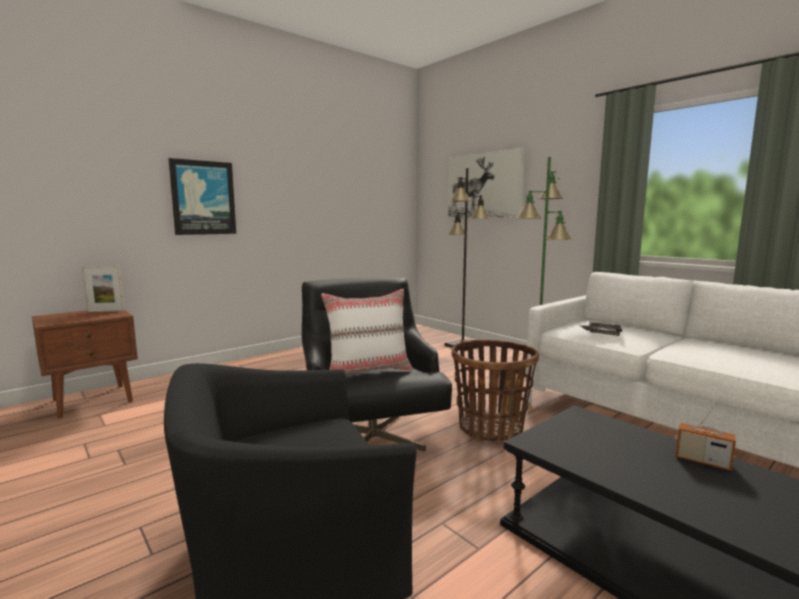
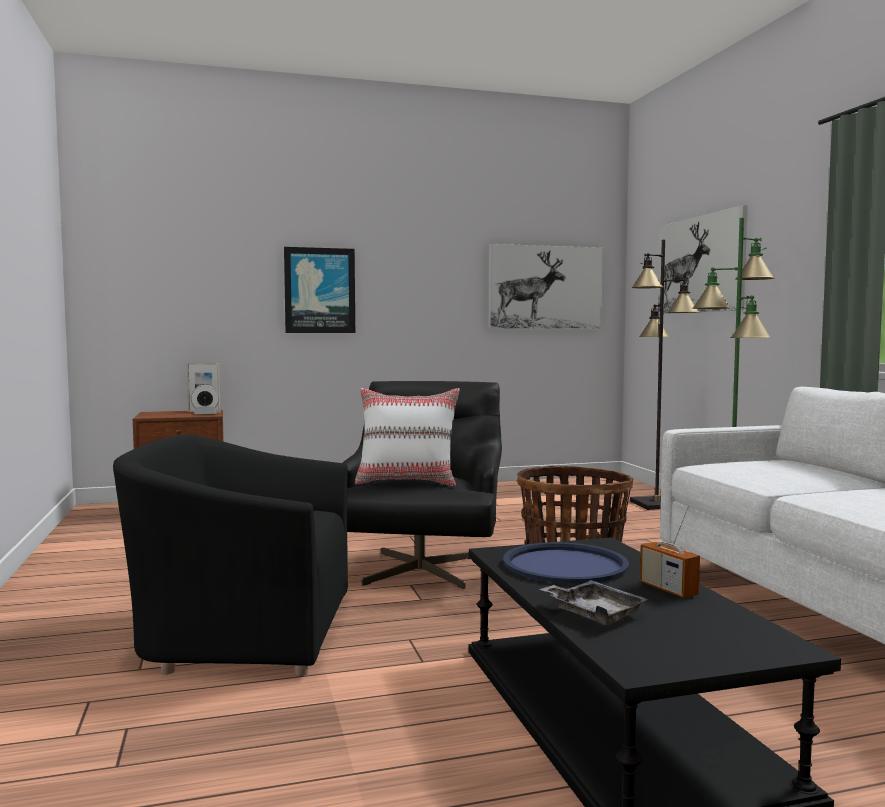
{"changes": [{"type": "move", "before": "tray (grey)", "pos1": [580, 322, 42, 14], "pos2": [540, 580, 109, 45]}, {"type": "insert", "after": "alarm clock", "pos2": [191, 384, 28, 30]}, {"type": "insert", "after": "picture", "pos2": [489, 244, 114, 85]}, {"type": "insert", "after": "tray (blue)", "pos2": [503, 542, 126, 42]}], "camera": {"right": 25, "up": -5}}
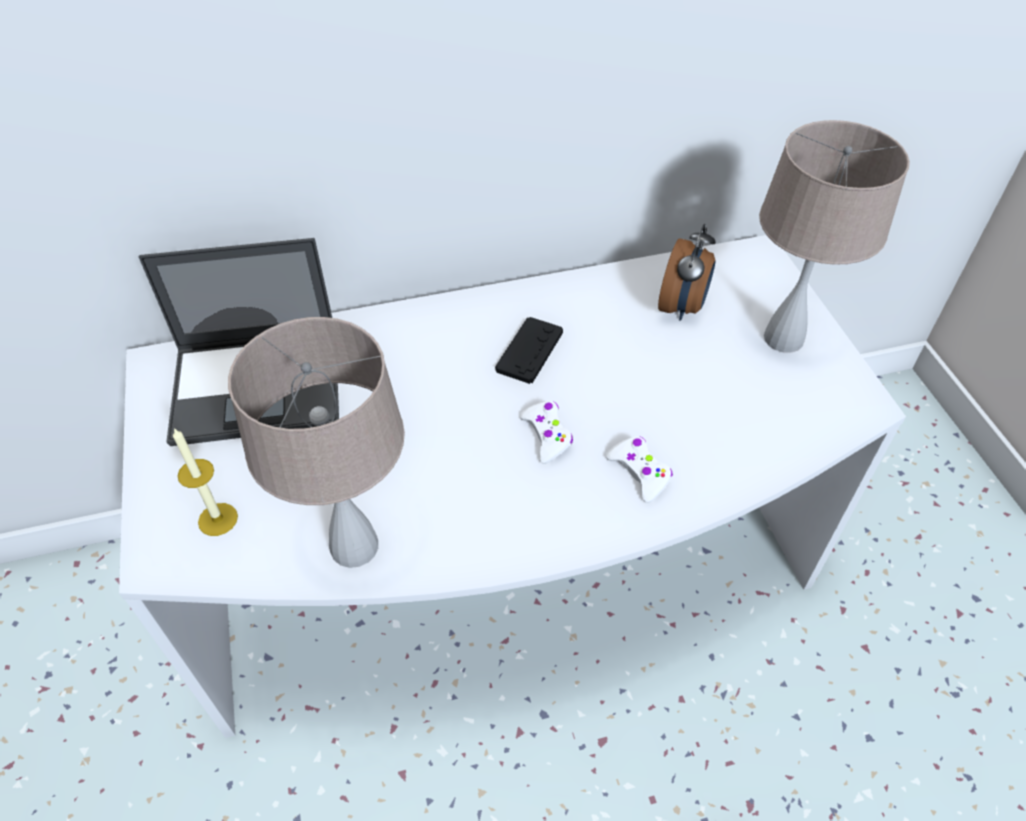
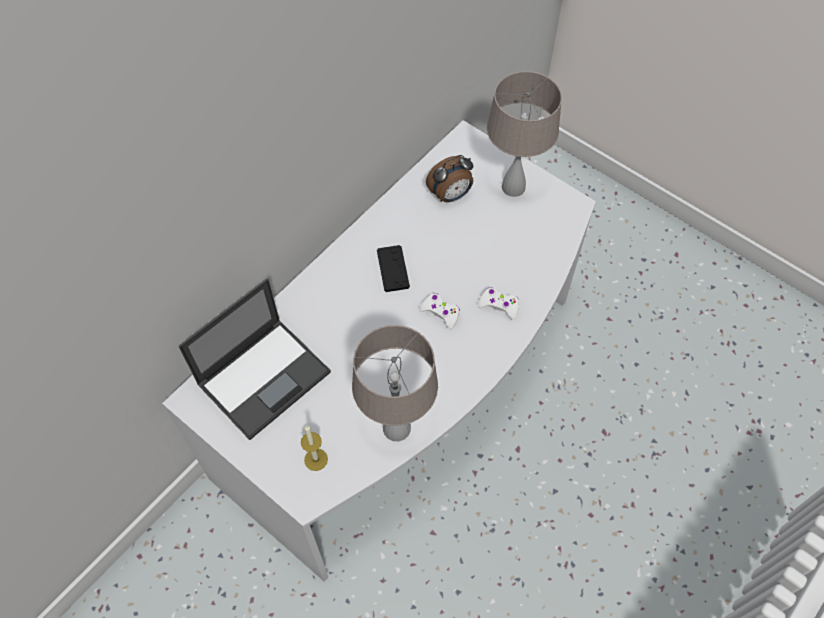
{"changes": [{"type": "rotate", "before": "alarm clock", "pos1": [658, 224, 58, 97], "pos2": [426, 155, 47, 47], "turn": 75}], "camera": {"right": -35, "up": 10}}
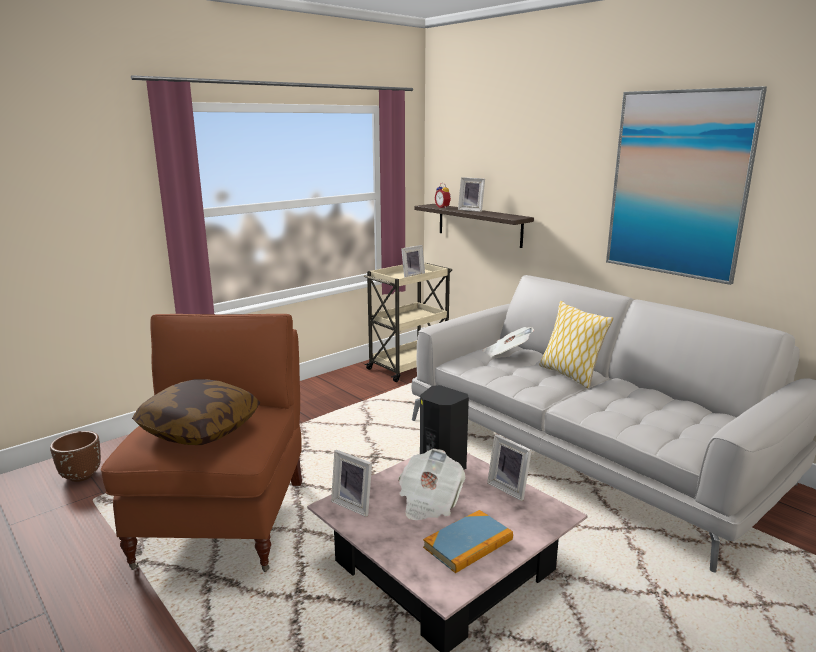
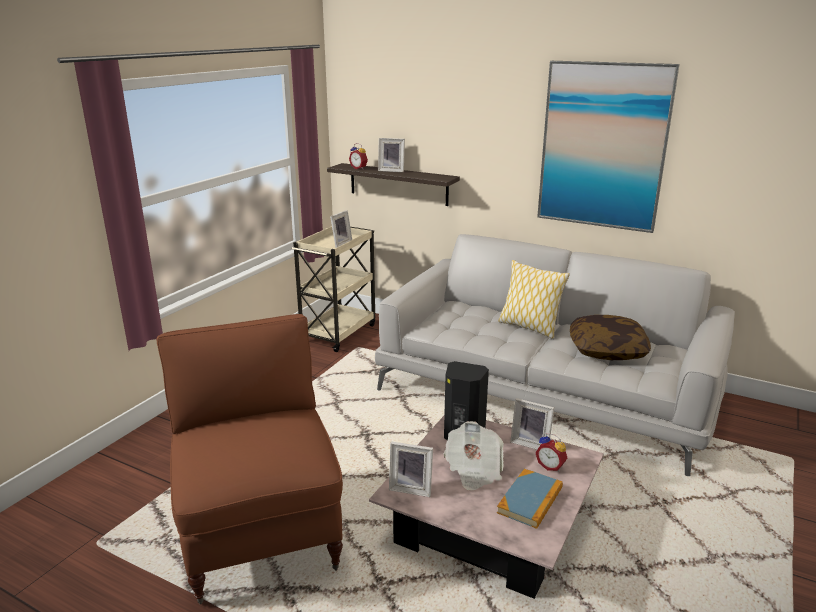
{"changes": [{"type": "delete", "before": "planter (brown)", "pos1": [50, 431, 51, 51]}, {"type": "move", "before": "pillow", "pos1": [132, 379, 128, 66], "pos2": [570, 315, 81, 45]}, {"type": "delete", "before": "newspaper", "pos1": [483, 327, 51, 30]}, {"type": "insert", "after": "alarm clock", "pos2": [535, 433, 32, 38]}], "camera": {"right": -20, "up": 5}}
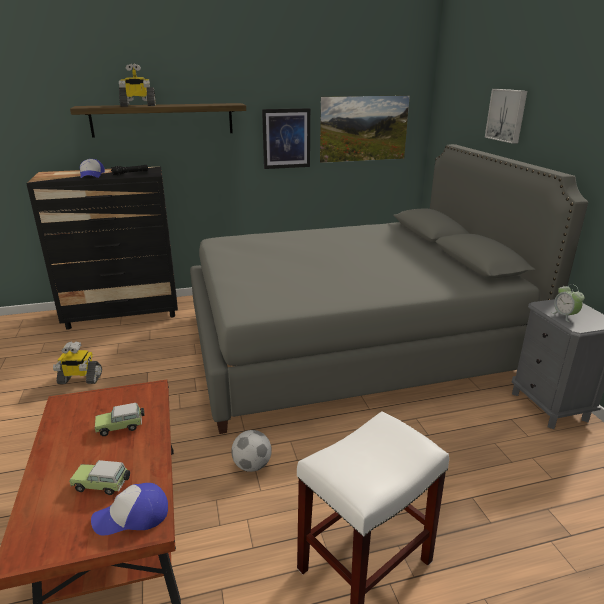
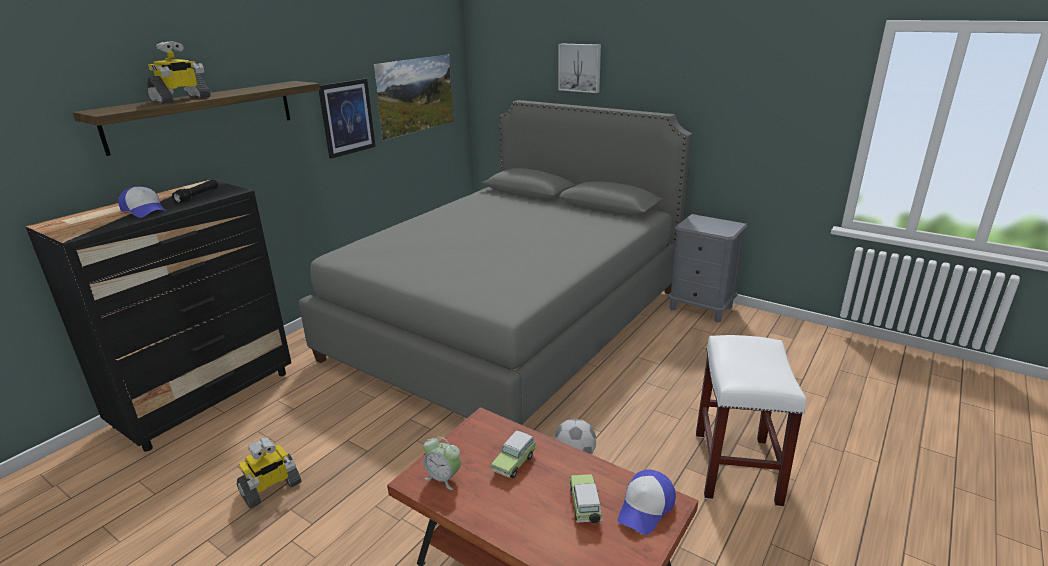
{"changes": [{"type": "rotate", "before": "toy car", "pos1": [69, 460, 61, 35], "pos2": [570, 474, 33, 49], "turn": 120}, {"type": "move", "before": "alarm clock", "pos1": [551, 284, 34, 38], "pos2": [423, 436, 38, 54]}], "camera": {"right": -40, "up": 0}}
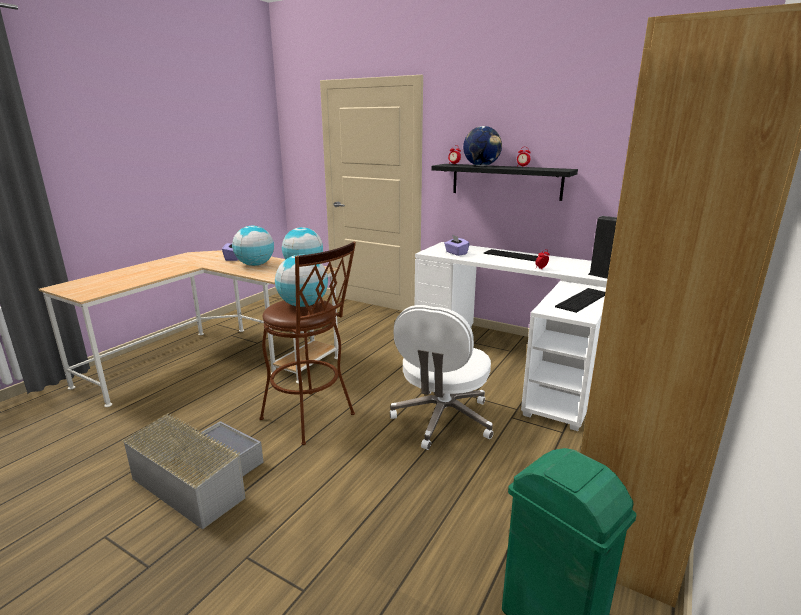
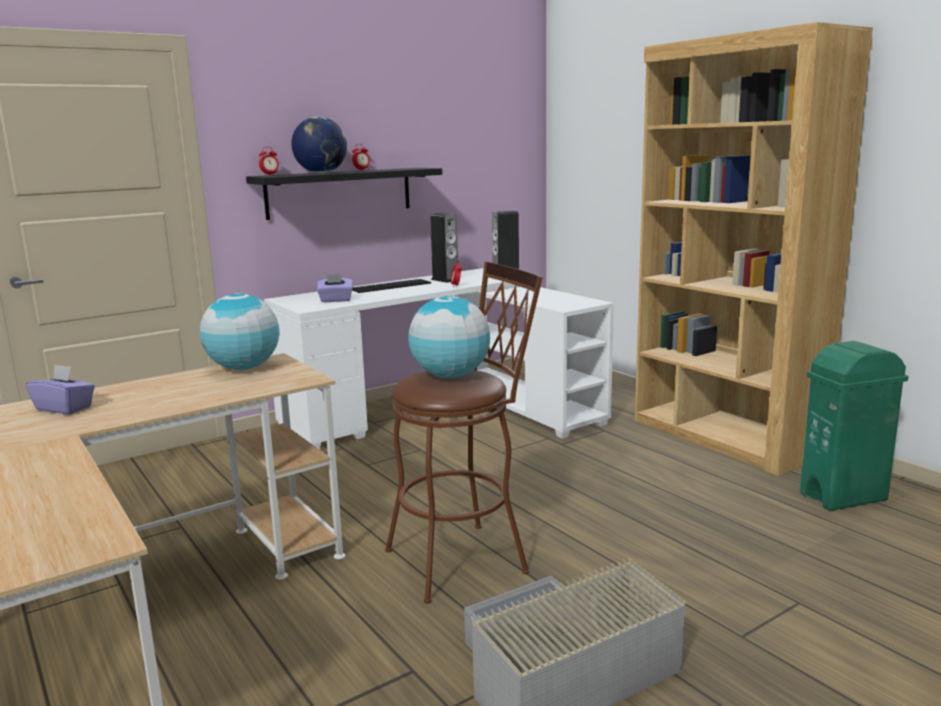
{"changes": [{"type": "delete", "before": "globe", "pos1": [232, 226, 42, 40]}, {"type": "delete", "before": "office chair (white)", "pos1": [390, 305, 103, 145]}, {"type": "delete", "before": "keyboard", "pos1": [555, 288, 50, 25]}, {"type": "insert", "after": "speaker", "pos2": [430, 213, 28, 70]}], "camera": {"right": -65, "up": -5}}
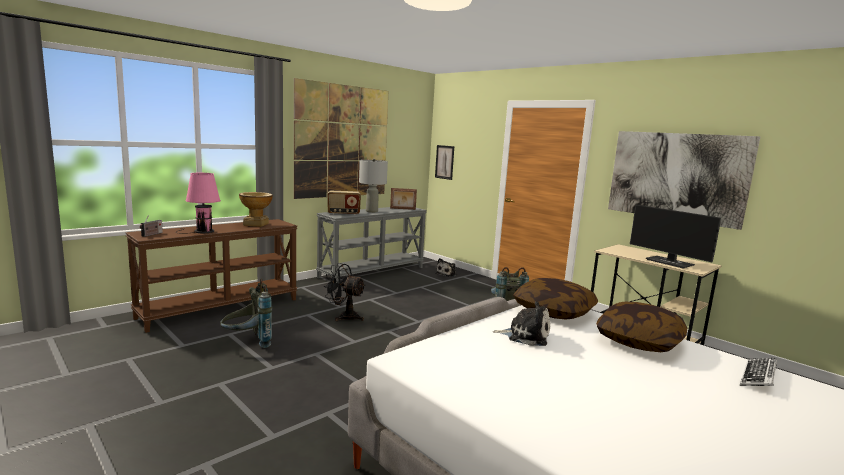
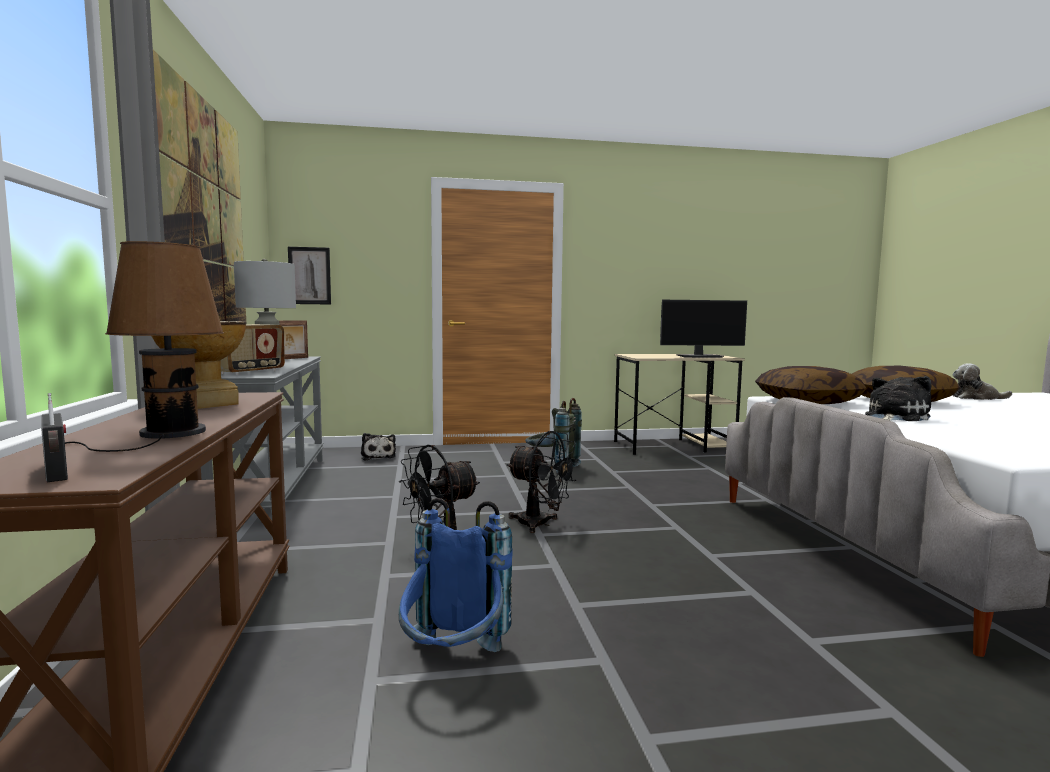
{"changes": [{"type": "recolor", "before": "table lamp (pink)", "after": "table lamp (brown)", "pos1": [176, 173, 45, 61], "pos2": [65, 241, 159, 211]}, {"type": "recolor", "before": "backpack (grey)", "after": "backpack (blue)", "pos1": [220, 279, 52, 69], "pos2": [399, 498, 113, 154]}, {"type": "delete", "before": "picture", "pos1": [608, 131, 153, 99]}, {"type": "replace", "before": "keyboard", "after": "plush toy", "pos1": [740, 358, 37, 28], "pos2": [952, 363, 60, 37]}, {"type": "insert", "after": "fan (black)", "pos2": [507, 431, 72, 102]}], "camera": {"right": -55, "up": -5}}
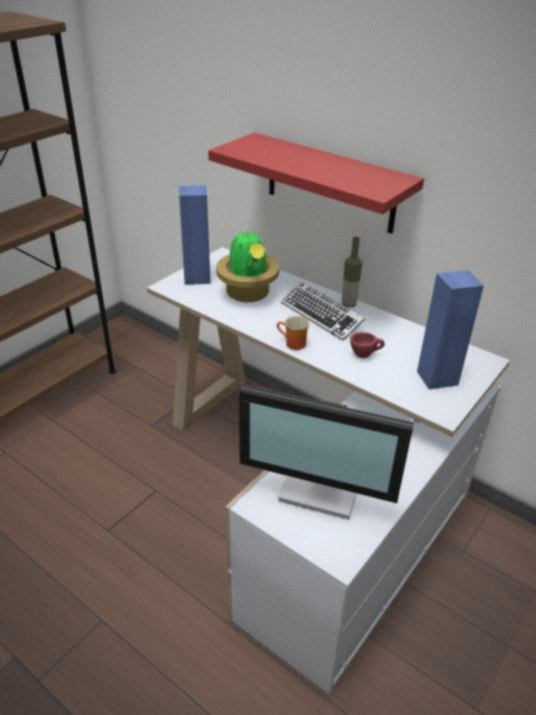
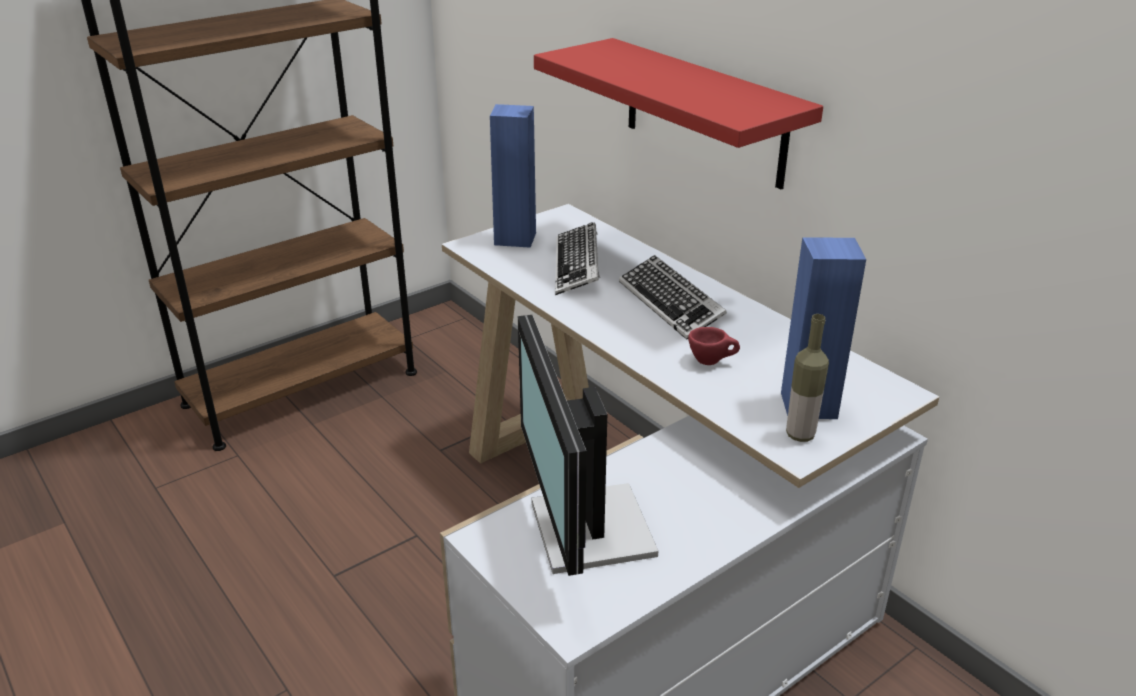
{"changes": [{"type": "replace", "before": "potted plant", "after": "keyboard", "pos1": [216, 226, 63, 76], "pos2": [555, 222, 45, 73]}, {"type": "rotate", "before": "monitor", "pos1": [239, 385, 175, 135], "pos2": [518, 315, 140, 261], "turn": 45}, {"type": "delete", "before": "mug", "pos1": [277, 316, 33, 34]}, {"type": "move", "before": "bottle", "pos1": [342, 237, 20, 70], "pos2": [786, 314, 43, 128]}], "camera": {"right": 15, "up": -5}}
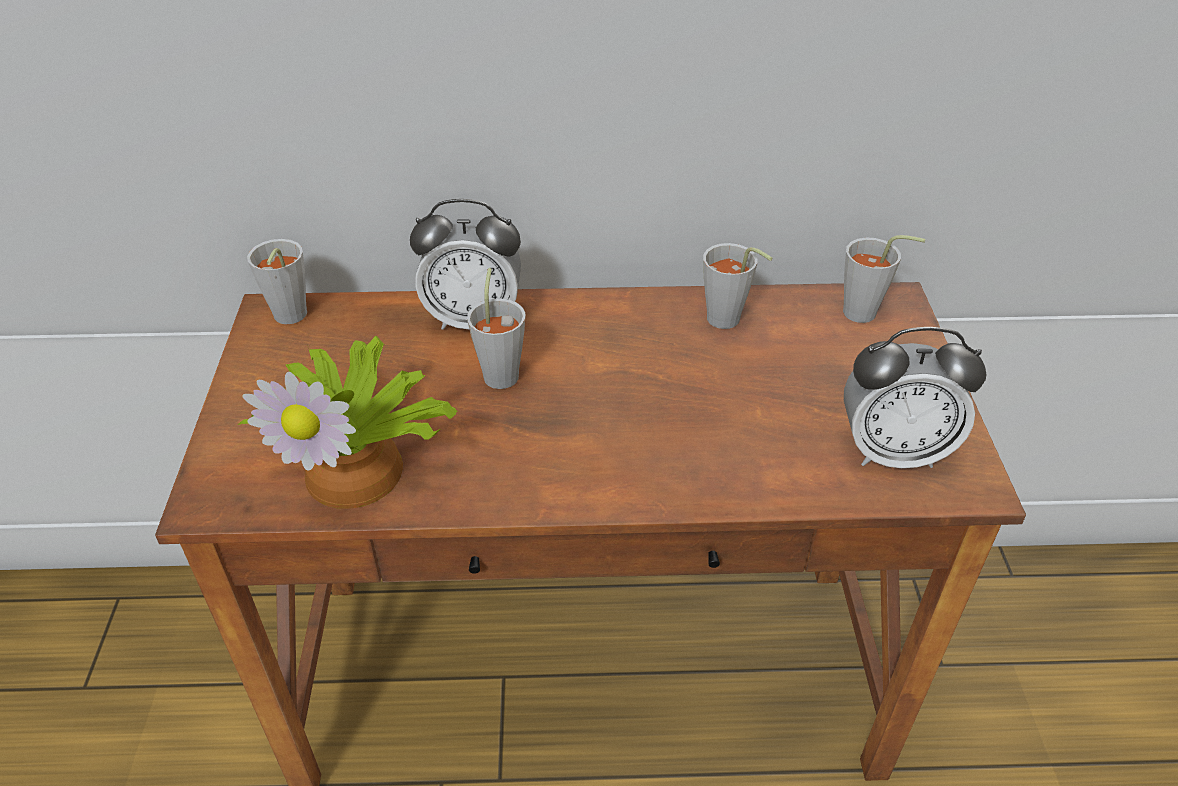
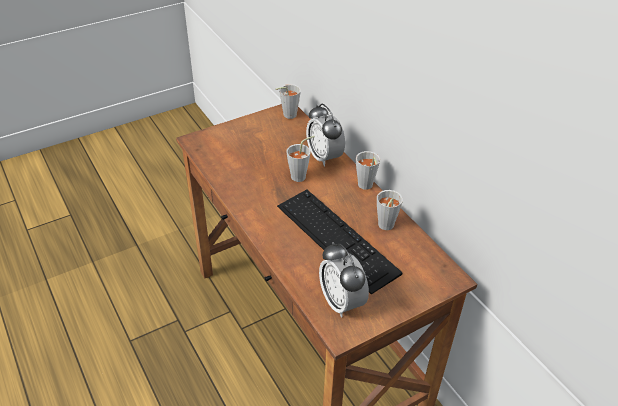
{"changes": [{"type": "delete", "before": "potted plant", "pos1": [237, 336, 220, 173]}, {"type": "move", "before": "cup (grey)", "pos1": [843, 235, 82, 88], "pos2": [356, 151, 24, 39]}, {"type": "insert", "after": "keyboard", "pos2": [277, 189, 126, 105]}], "camera": {"right": 60, "up": 0}}
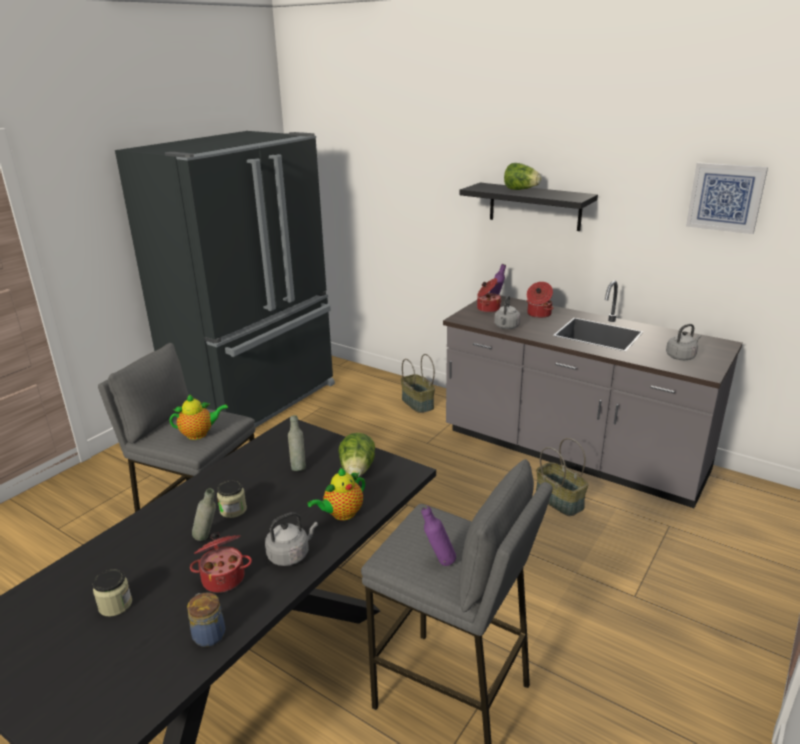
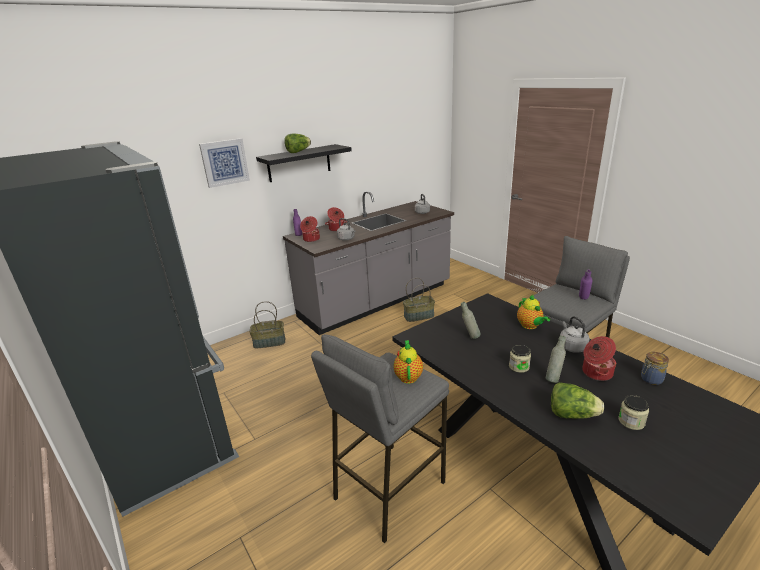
{"changes": [{"type": "move", "before": "lettuce", "pos1": [339, 433, 36, 44], "pos2": [551, 382, 53, 37]}, {"type": "move", "before": "picture", "pos1": [686, 162, 82, 72], "pos2": [199, 138, 51, 50]}], "camera": {"right": -70, "up": 0}}
